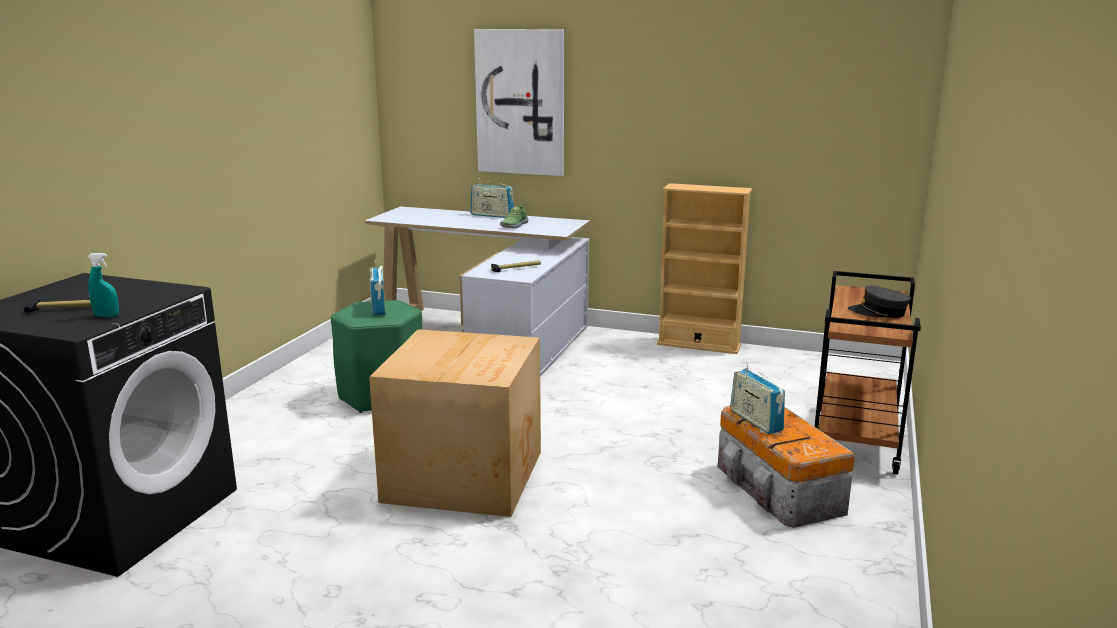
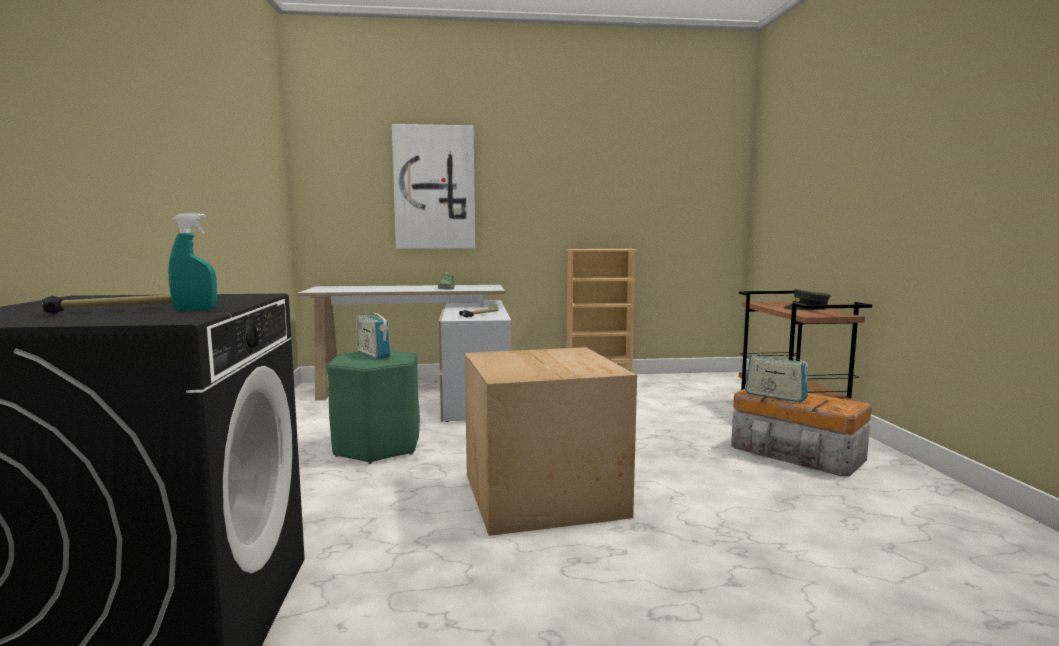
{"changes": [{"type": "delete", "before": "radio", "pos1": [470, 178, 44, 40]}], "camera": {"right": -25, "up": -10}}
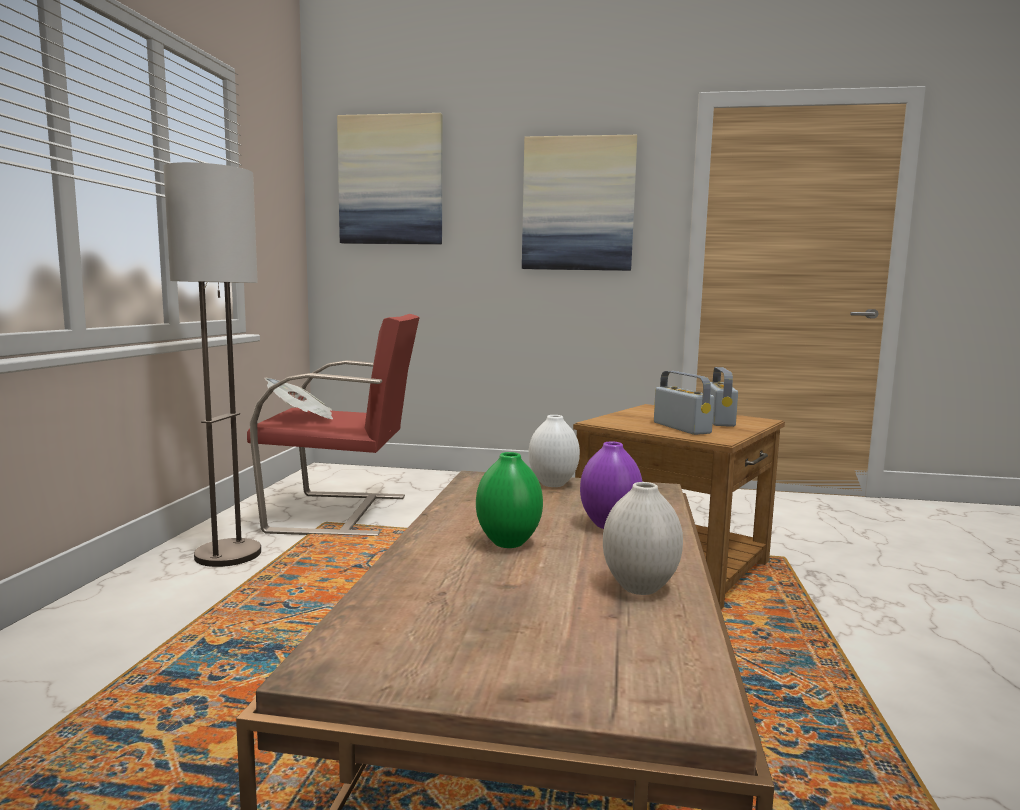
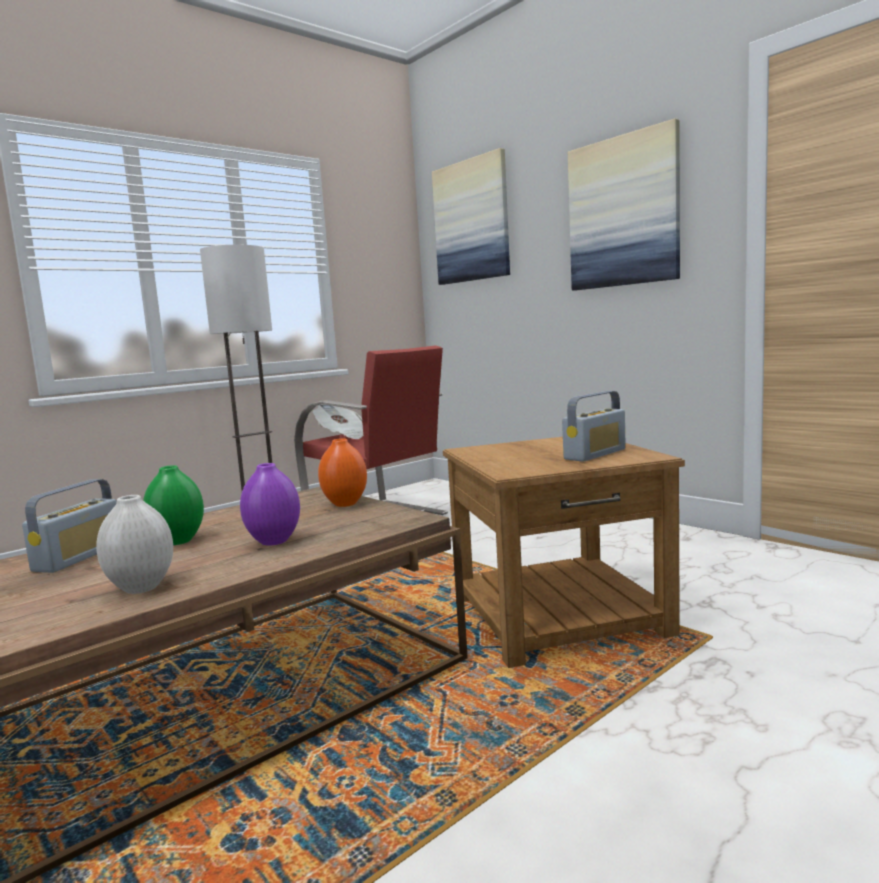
{"changes": [{"type": "recolor", "before": "vase (white)", "after": "vase (orange)", "pos1": [528, 415, 52, 72], "pos2": [318, 438, 49, 69]}, {"type": "move", "before": "radio", "pos1": [654, 371, 60, 64], "pos2": [22, 479, 95, 94]}], "camera": {"right": 40, "up": 0}}
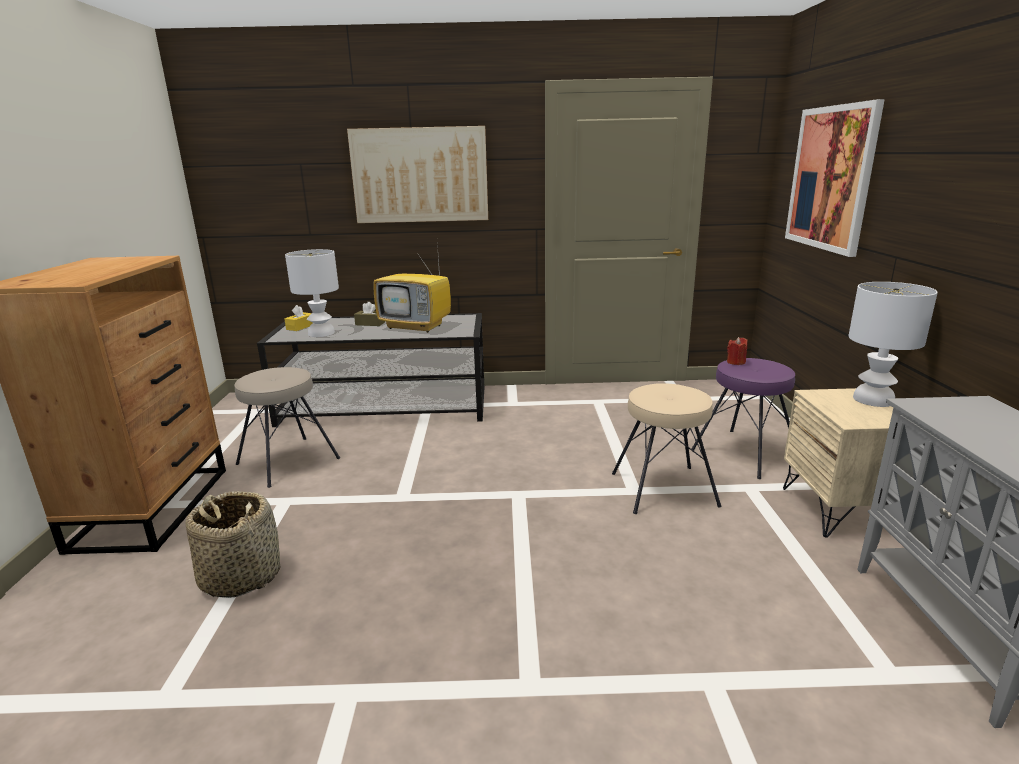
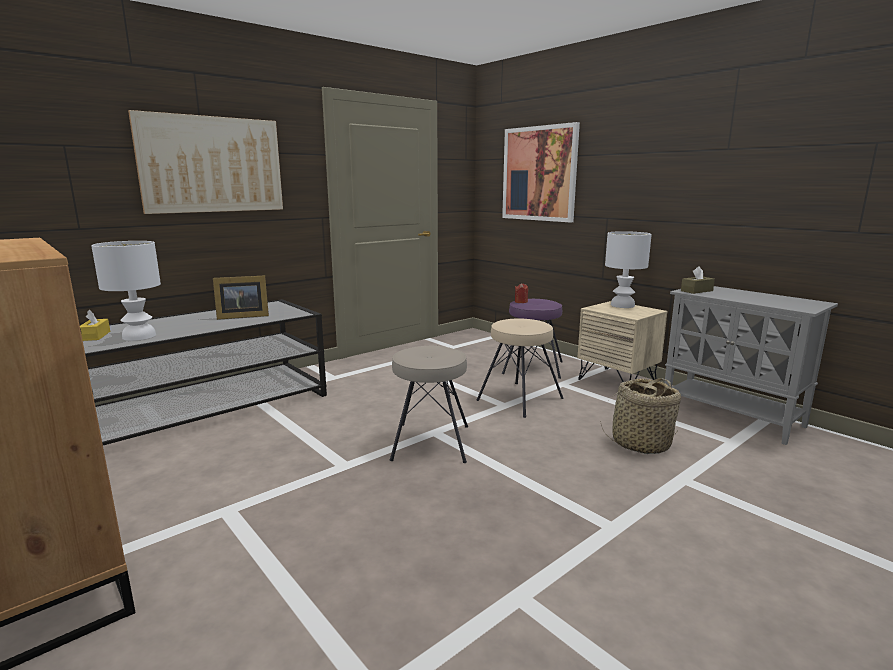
{"changes": [{"type": "move", "before": "basket", "pos1": [186, 491, 95, 107], "pos2": [600, 378, 81, 76]}, {"type": "move", "before": "stool (beige)", "pos1": [234, 367, 106, 121], "pos2": [390, 346, 78, 117]}, {"type": "move", "before": "tissue box (brown)", "pos1": [354, 302, 31, 24], "pos2": [681, 266, 34, 28]}, {"type": "replace", "before": "television", "after": "picture frame", "pos1": [373, 243, 78, 90], "pos2": [213, 275, 56, 45]}], "camera": {"right": -40, "up": -5}}
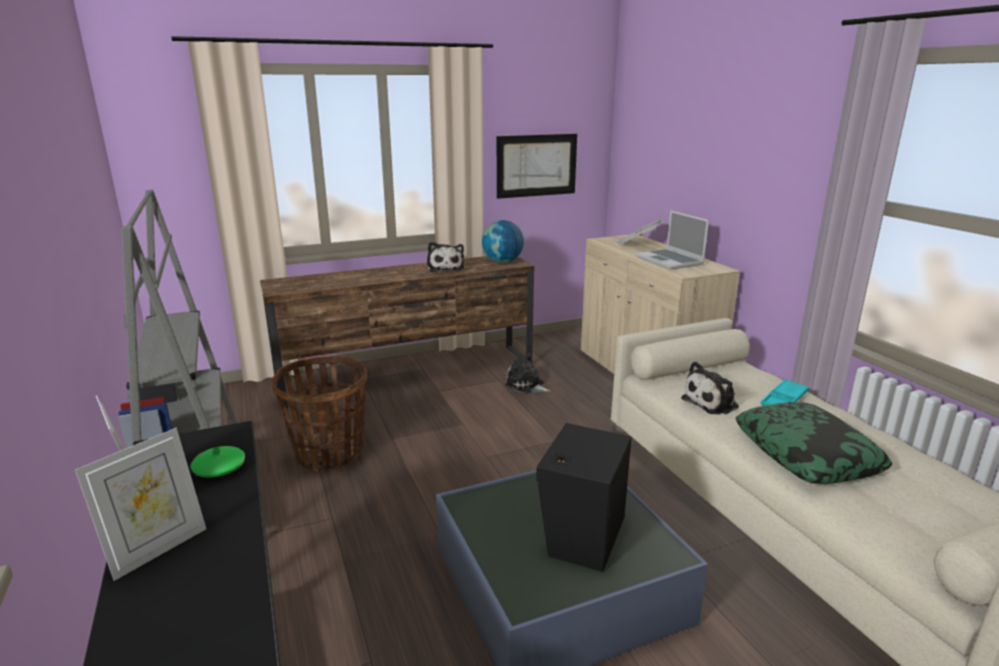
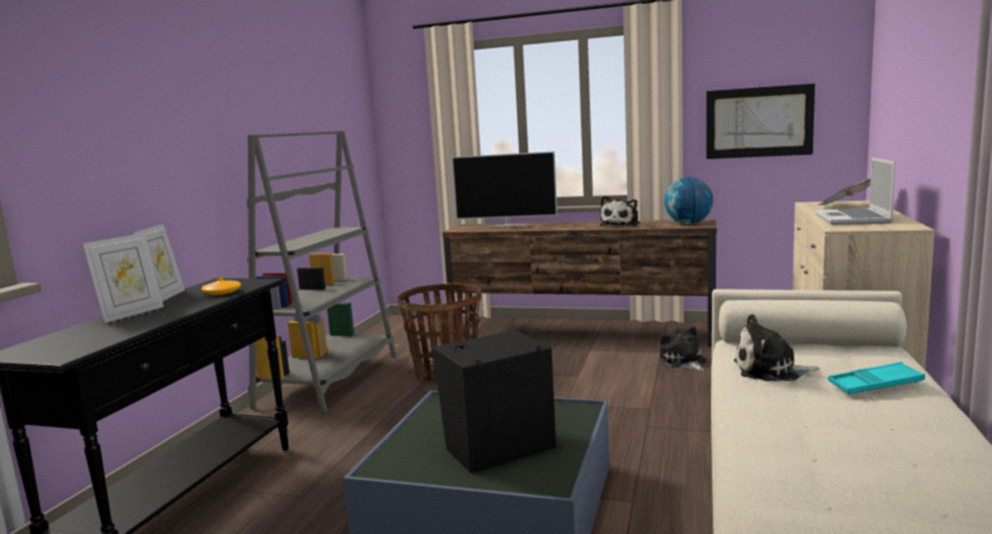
{"changes": [{"type": "rotate", "before": "picture frame", "pos1": [75, 428, 131, 153], "pos2": [83, 233, 81, 90], "turn": -45}, {"type": "recolor", "before": "vase (green)", "after": "vase (orange)", "pos1": [190, 446, 55, 32], "pos2": [201, 276, 40, 19]}, {"type": "delete", "before": "pillow", "pos1": [735, 402, 157, 82]}, {"type": "insert", "after": "television", "pos2": [452, 151, 105, 76]}], "camera": {"right": 40, "up": -10}}
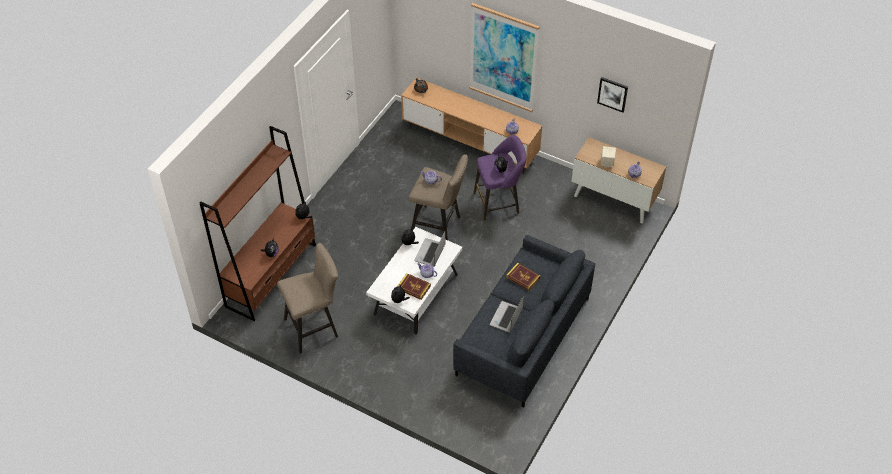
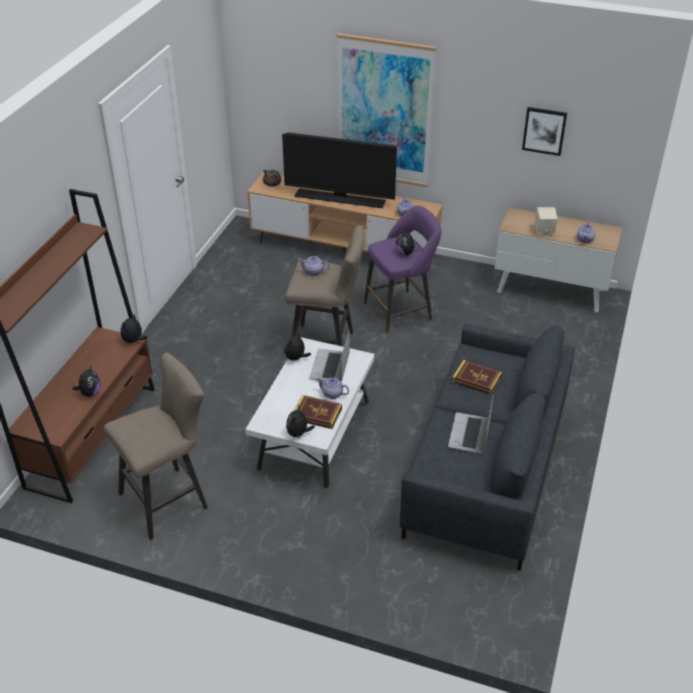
{"changes": [{"type": "insert", "after": "television", "pos2": [282, 132, 115, 76]}], "camera": {"right": -10, "up": -10}}
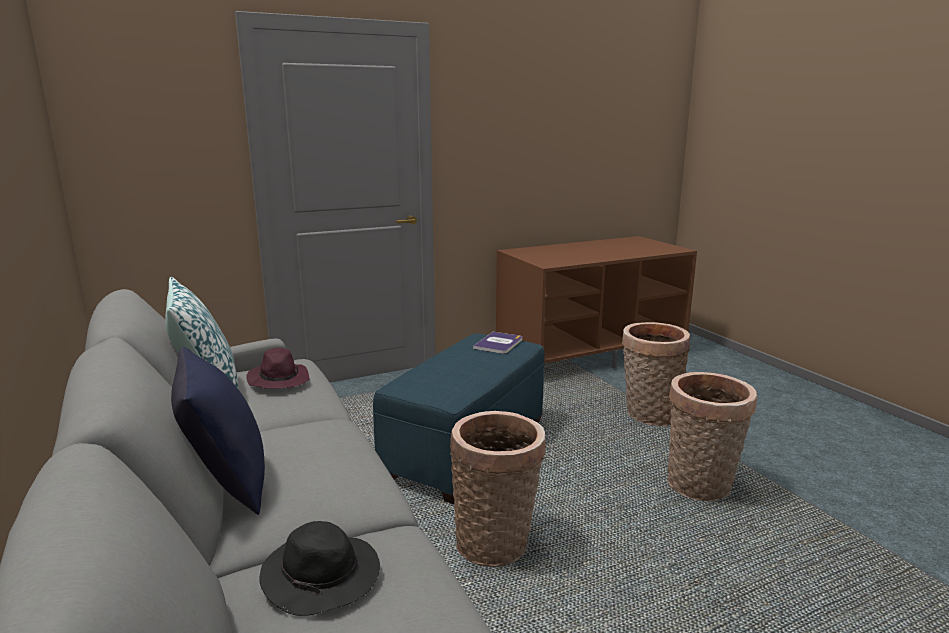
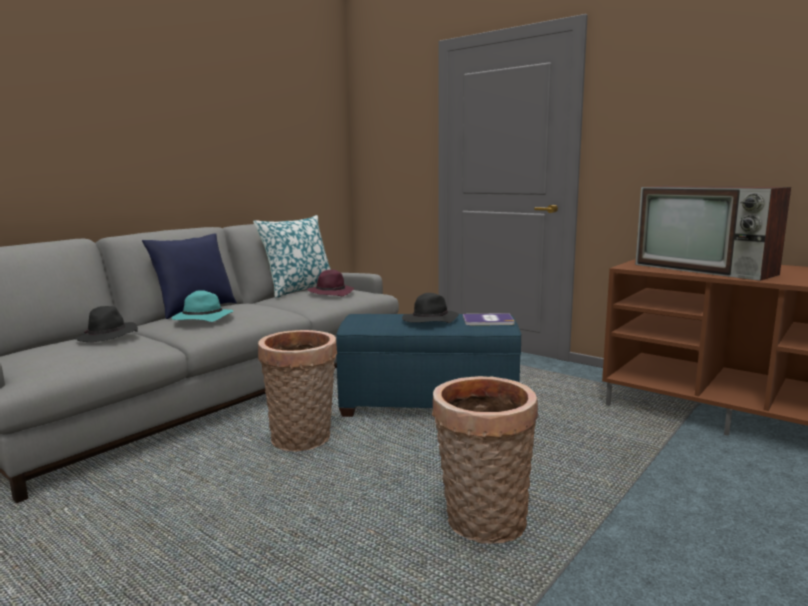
{"changes": [{"type": "delete", "before": "basket", "pos1": [622, 322, 68, 104]}, {"type": "insert", "after": "hat (turquoise)", "pos2": [172, 290, 61, 32]}, {"type": "insert", "after": "hat (black)", "pos2": [402, 293, 57, 30]}, {"type": "insert", "after": "television", "pos2": [635, 186, 156, 95]}], "camera": {"right": 65, "up": -5}}
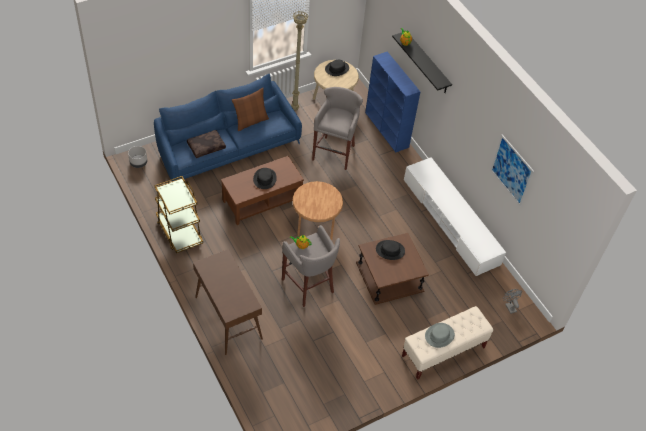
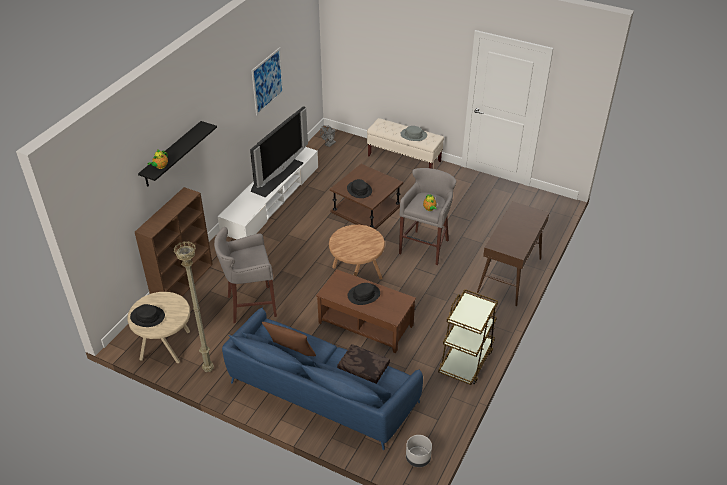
{"changes": [{"type": "recolor", "before": "bookcase (blue)", "after": "bookcase (brown)", "pos1": [365, 52, 55, 100], "pos2": [135, 187, 78, 109]}, {"type": "insert", "after": "television", "pos2": [250, 106, 58, 91]}], "camera": {"right": -120, "up": -10}}
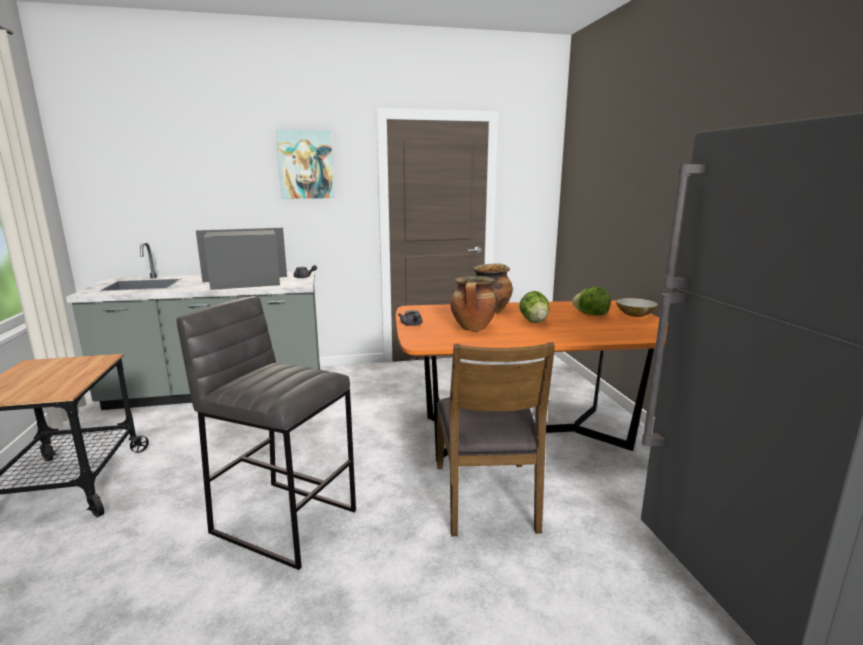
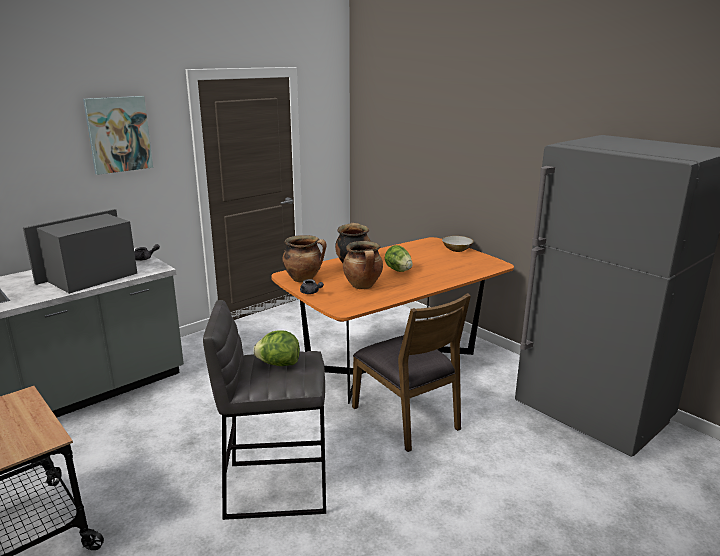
{"changes": [{"type": "move", "before": "lettuce", "pos1": [572, 287, 39, 28], "pos2": [253, 330, 47, 36]}, {"type": "insert", "after": "cooking pot", "pos2": [282, 235, 45, 48]}], "camera": {"right": -30, "up": 5}}
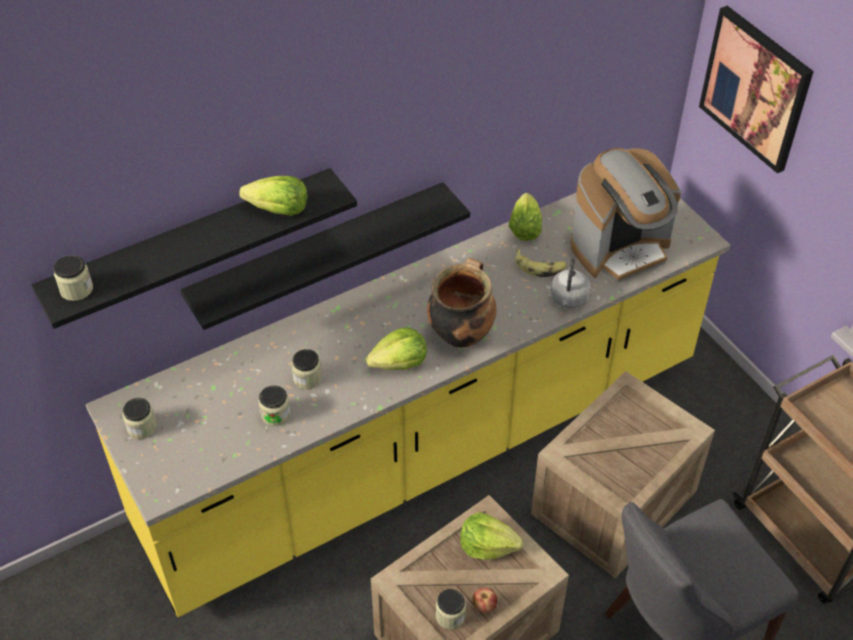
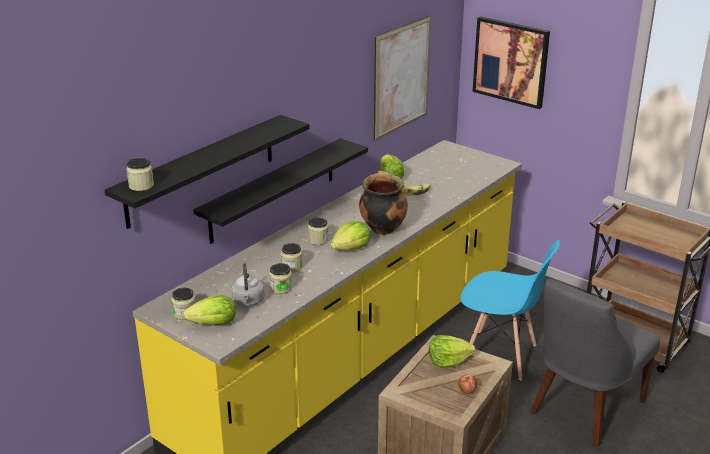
{"changes": [{"type": "move", "before": "lettuce", "pos1": [239, 176, 68, 40], "pos2": [183, 295, 53, 30]}, {"type": "move", "before": "jar", "pos1": [436, 589, 30, 40], "pos2": [308, 217, 20, 28]}, {"type": "replace", "before": "crate", "after": "chair (blue)", "pos1": [531, 371, 184, 207], "pos2": [460, 240, 100, 140]}, {"type": "move", "before": "kettle (grey)", "pos1": [551, 258, 40, 50], "pos2": [231, 263, 34, 43]}, {"type": "delete", "before": "coffee machine", "pos1": [570, 148, 111, 135]}, {"type": "insert", "after": "picture", "pos2": [374, 16, 57, 125]}], "camera": {"right": -20, "up": -20}}
